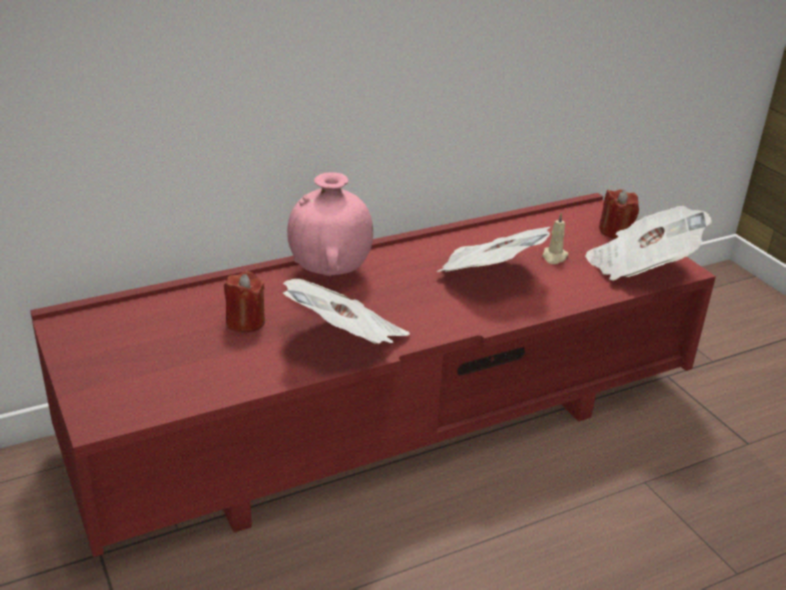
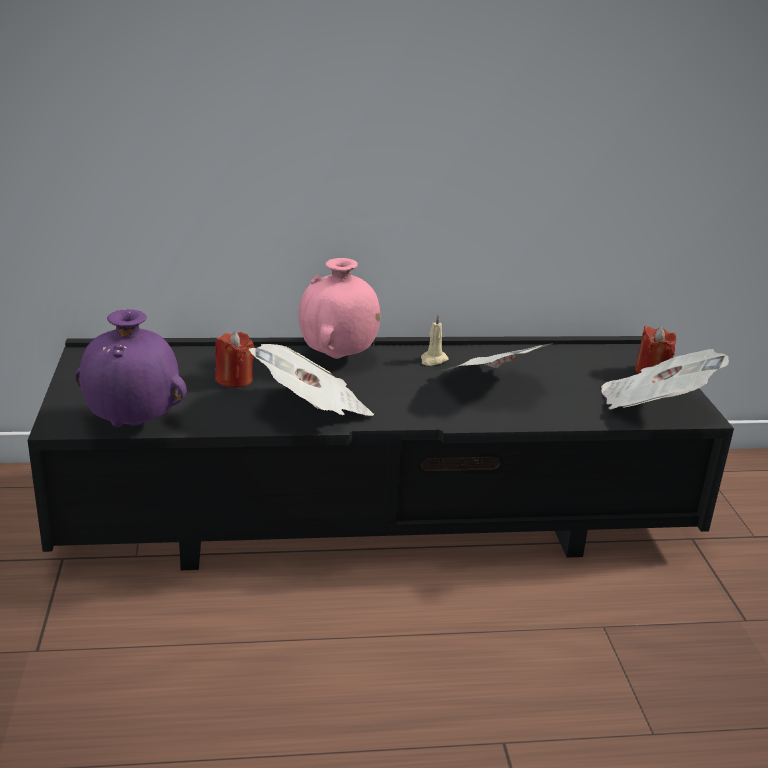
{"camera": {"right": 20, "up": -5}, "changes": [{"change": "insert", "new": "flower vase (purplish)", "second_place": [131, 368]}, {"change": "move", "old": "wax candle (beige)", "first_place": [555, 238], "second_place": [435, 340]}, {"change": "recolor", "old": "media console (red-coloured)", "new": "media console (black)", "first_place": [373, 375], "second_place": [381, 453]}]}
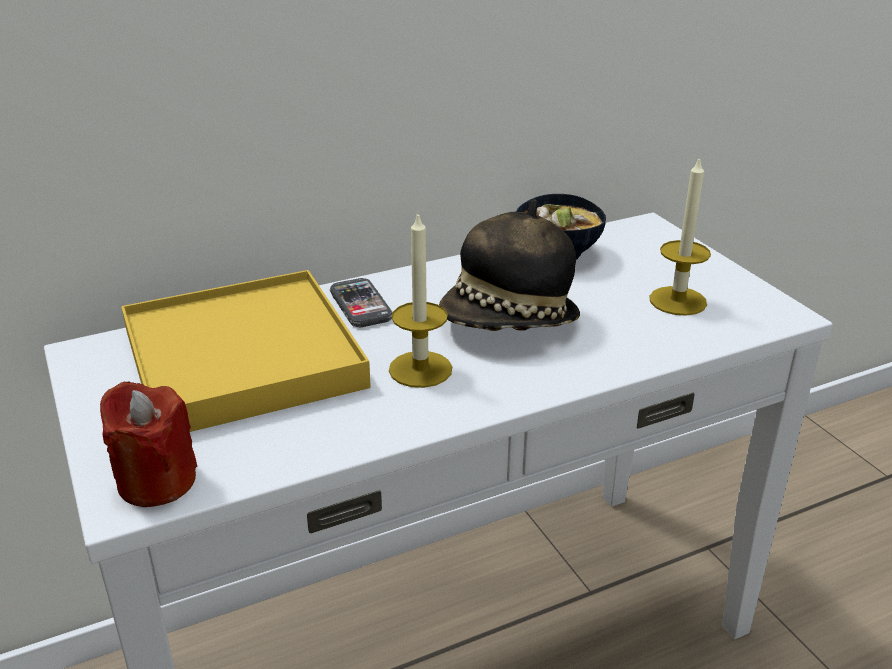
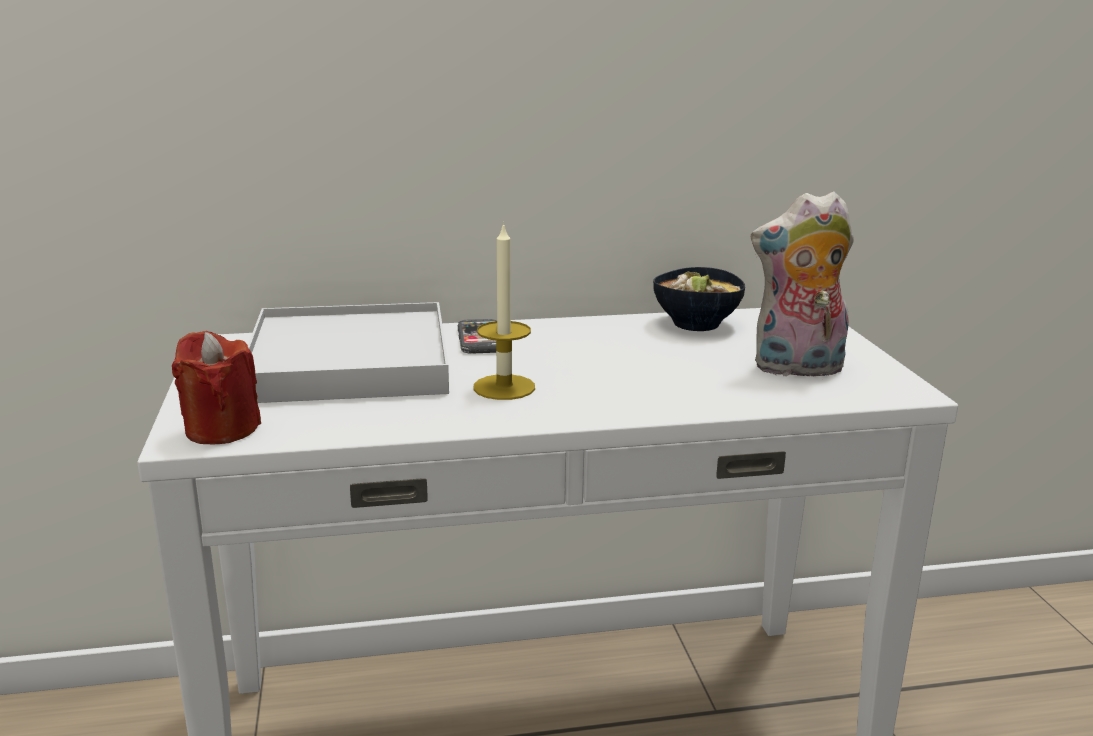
{"camera": {"right": 15, "up": -10}, "changes": [{"change": "delete", "old": "wearable hat", "first_place": [509, 265]}, {"change": "replace", "old": "wax candle", "new": "plush toy", "first_place": [680, 236], "second_place": [802, 285]}, {"change": "recolor", "old": "serving tray (yellow-coloured)", "new": "serving tray (white-coloured)", "first_place": [246, 351], "second_place": [348, 352]}]}
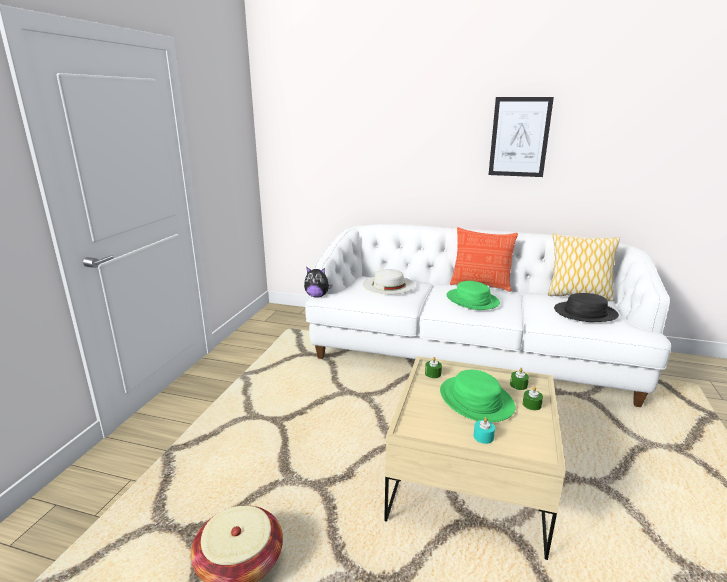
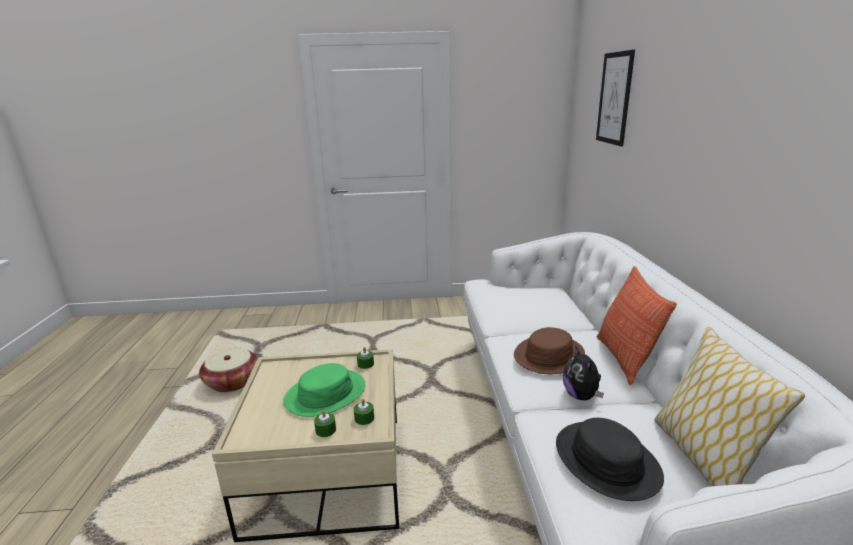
{"camera": {"right": 70, "up": 0}, "changes": [{"change": "delete", "old": "wearable hat (white-coloured)", "first_place": [389, 281]}, {"change": "delete", "old": "wax candle (turquoise-coloured)", "first_place": [484, 430]}, {"change": "move", "old": "plush toy", "first_place": [318, 282], "second_place": [583, 372]}, {"change": "move", "old": "wall picture", "first_place": [521, 137], "second_place": [615, 98]}, {"change": "recolor", "old": "wearable hat (greenish)", "new": "wearable hat (brown-coloured)", "first_place": [473, 295], "second_place": [549, 350]}]}
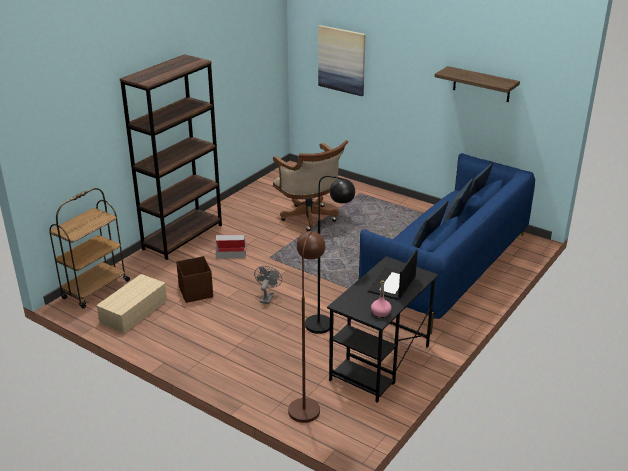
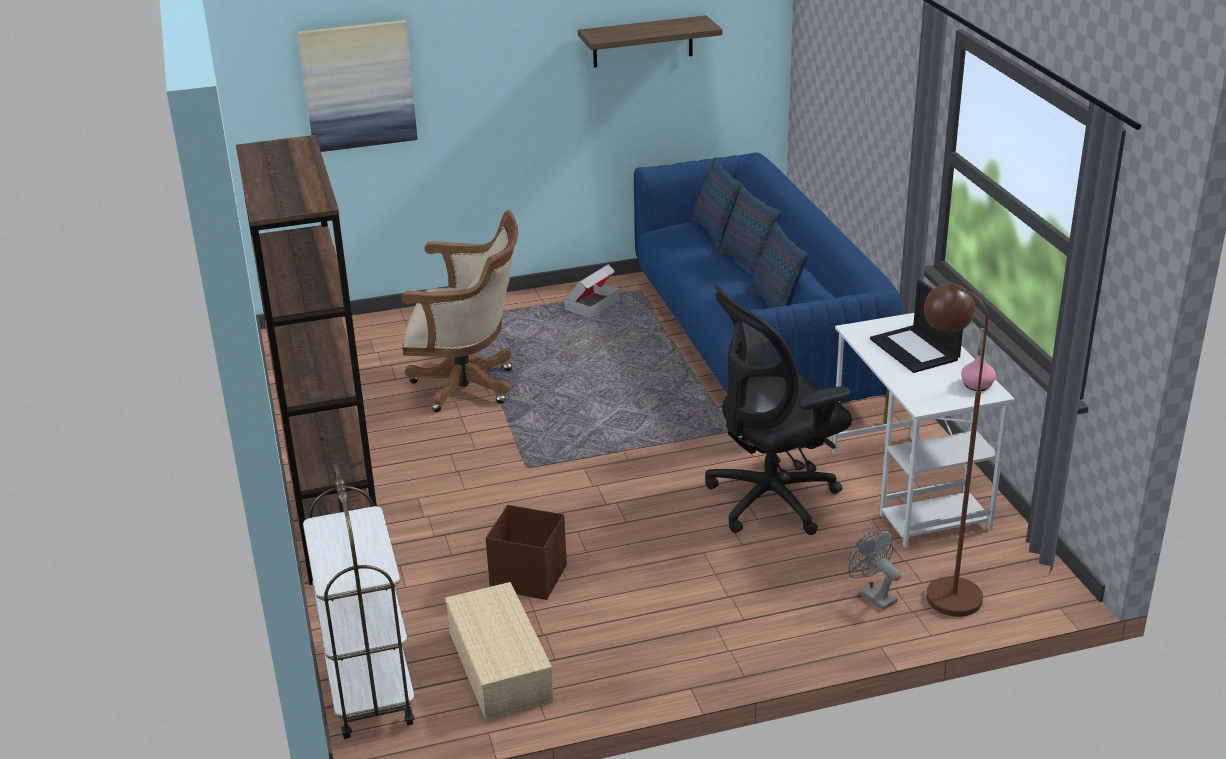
{"camera": {"right": -50, "up": 0}, "changes": [{"change": "move", "old": "carton", "first_place": [231, 246], "second_place": [591, 291]}, {"change": "move", "old": "electric fan (gray)", "first_place": [268, 285], "second_place": [874, 569]}, {"change": "replace", "old": "floor lamp (black)", "new": "office chair (black)", "first_place": [330, 255], "second_place": [778, 410]}, {"change": "recolor", "old": "trolley (brown-coloured)", "new": "trolley (white-coloured)", "first_place": [89, 248], "second_place": [359, 601]}, {"change": "recolor", "old": "desk (black)", "new": "desk (white-coloured)", "first_place": [382, 329], "second_place": [923, 430]}]}
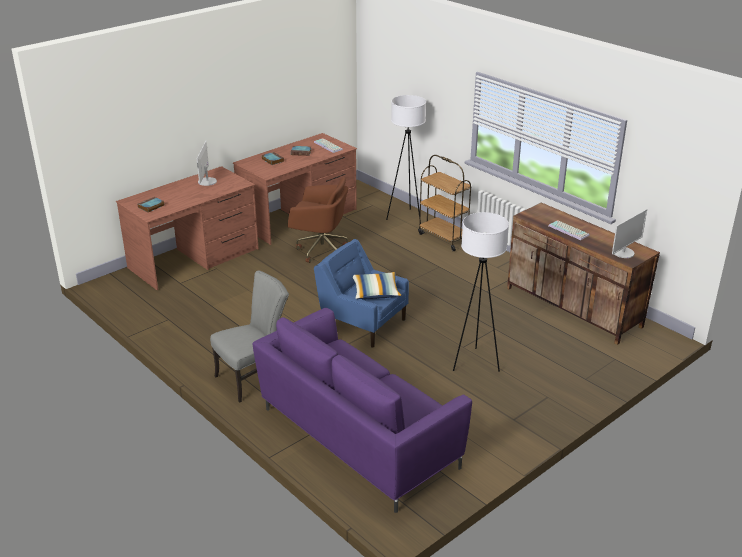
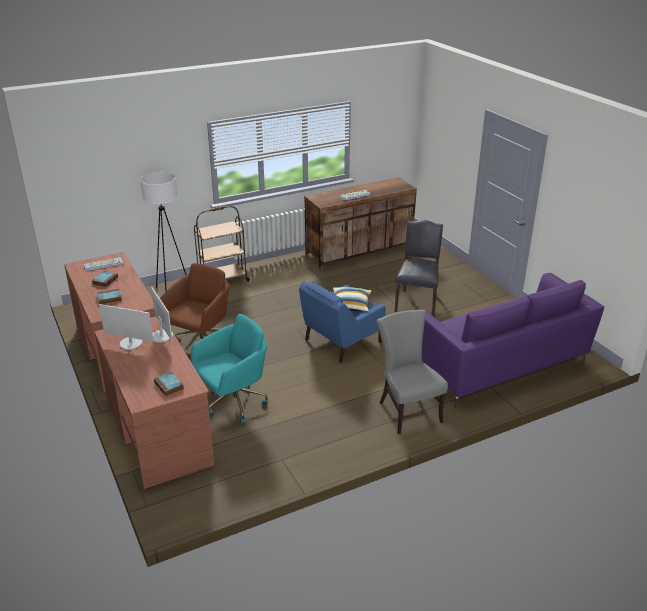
{"camera": {"right": -75, "up": 0}, "changes": [{"change": "insert", "new": "office chair (turquoise-coloured)", "second_place": [229, 368]}, {"change": "move", "old": "computer screen", "first_place": [629, 233], "second_place": [162, 315]}, {"change": "replace", "old": "floor lamp (white-coloured)", "new": "upright chair (gray)", "first_place": [481, 292], "second_place": [419, 268]}]}
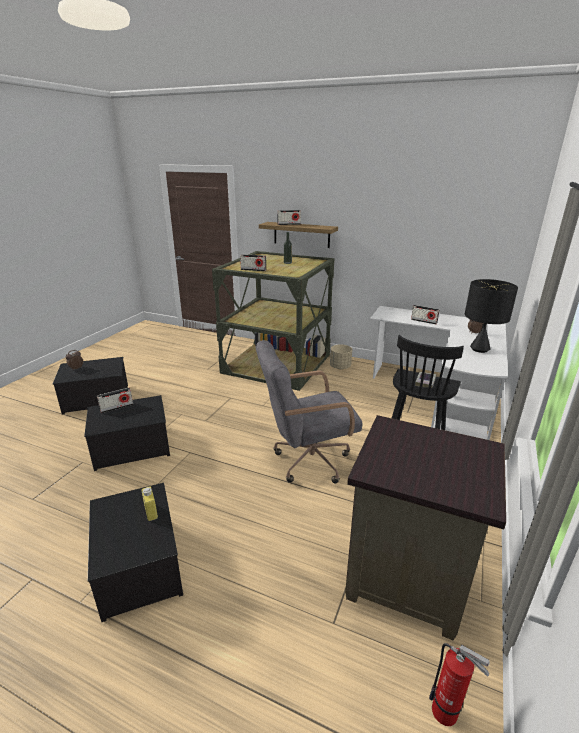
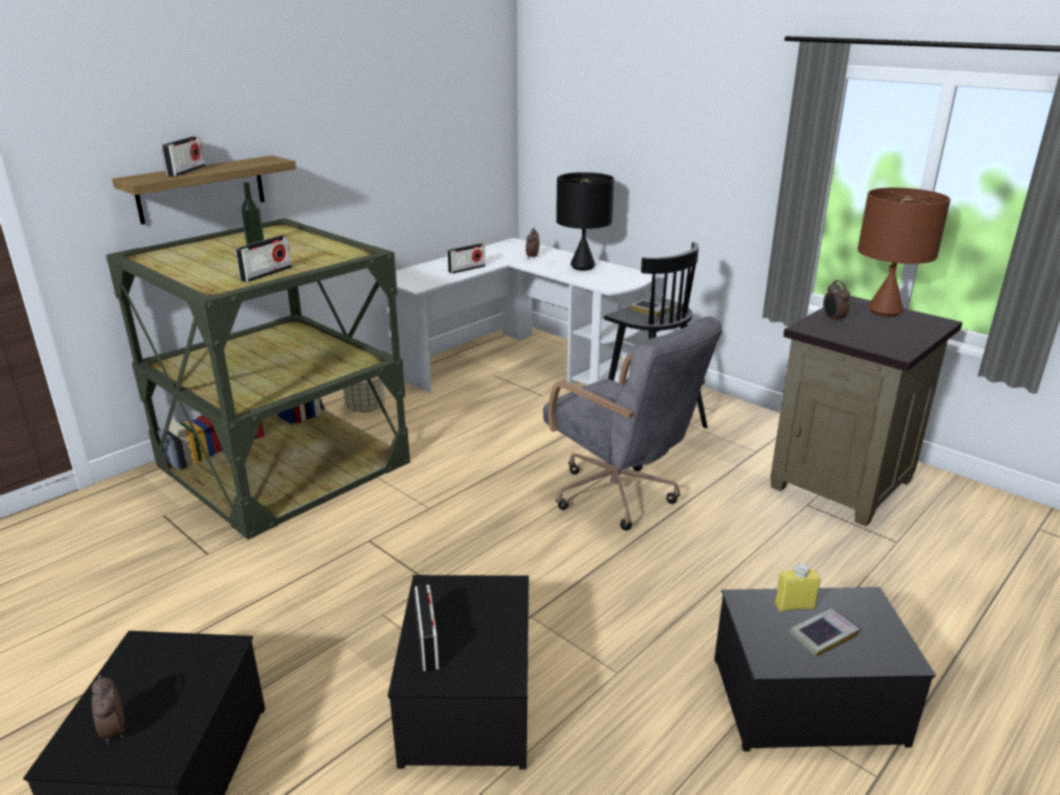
{"camera": {"right": -70, "up": 0}, "changes": [{"change": "delete", "old": "fire-fighting cylinder", "first_place": [459, 684]}, {"change": "insert", "new": "volume", "second_place": [824, 633]}, {"change": "insert", "new": "alarm clock", "second_place": [836, 301]}, {"change": "insert", "new": "lamp for a table (brown-coloured)", "second_place": [904, 252]}, {"change": "rotate", "old": "office chair (gray)", "first_place": [309, 412], "second_place": [632, 423], "degrees": -45}]}
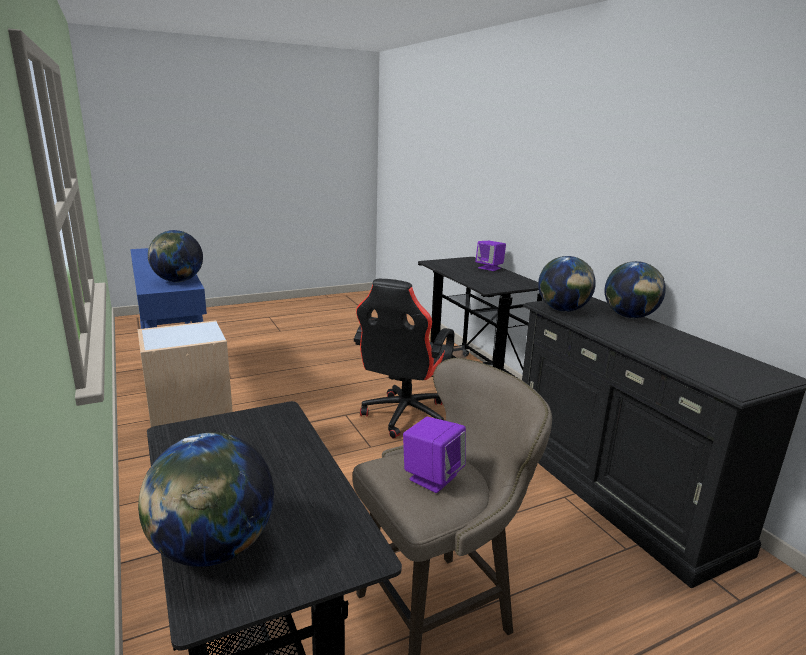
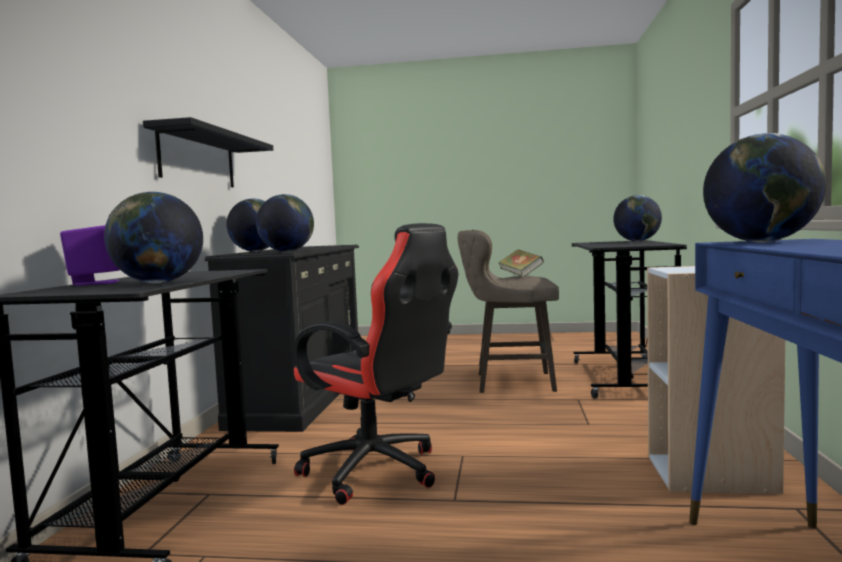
{"camera": {"right": -145, "up": -15}, "changes": [{"change": "insert", "new": "desk globe", "second_place": [153, 238]}, {"change": "insert", "new": "bracket shelf (black)", "second_place": [208, 152]}, {"change": "replace", "old": "speaker (purplish)", "new": "volume", "first_place": [434, 455], "second_place": [521, 263]}, {"change": "rotate", "old": "office chair (black)", "first_place": [404, 358], "second_place": [376, 364], "degrees": 75}]}
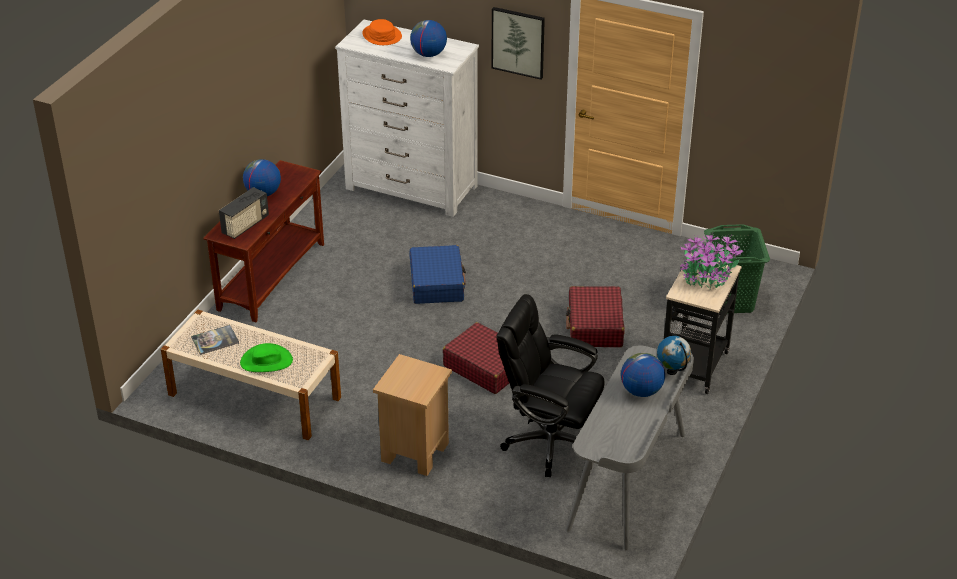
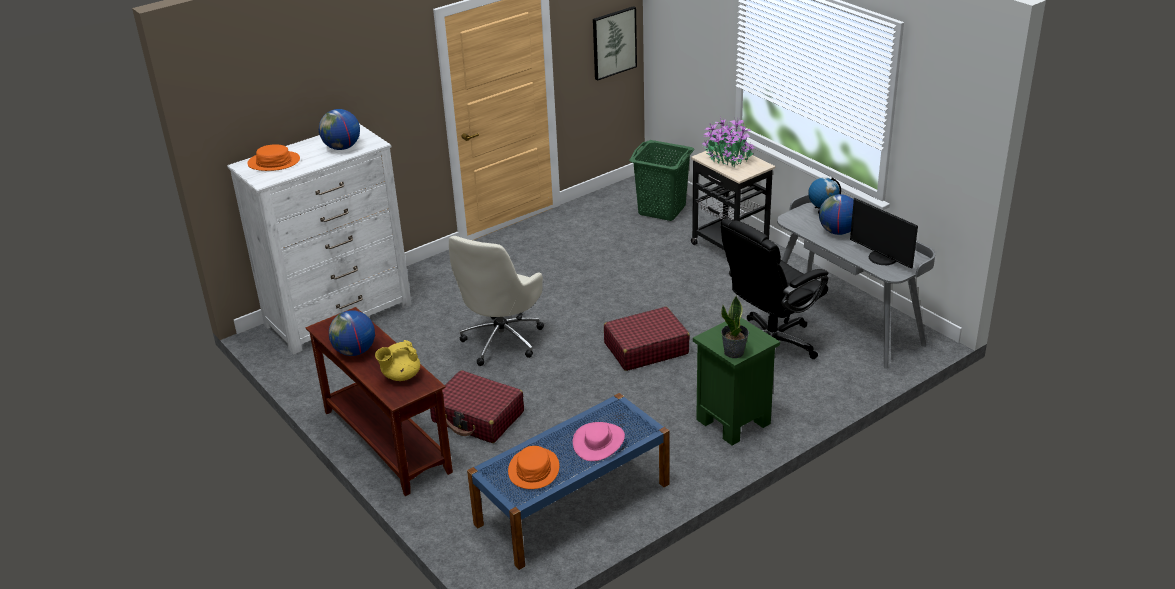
{"camera": {"right": -60, "up": -5}, "changes": [{"change": "insert", "new": "plant in a pot", "second_place": [735, 326]}, {"change": "insert", "new": "computer screen", "second_place": [884, 233]}, {"change": "move", "old": "wall picture", "first_place": [518, 43], "second_place": [615, 43]}, {"change": "move", "old": "travel case (red-coloured)", "first_place": [595, 316], "second_place": [477, 406]}, {"change": "replace", "old": "volume", "new": "wearable hat (orangey)", "first_place": [215, 340], "second_place": [533, 467]}, {"change": "replace", "old": "radio set", "new": "tea pot (yellow-coloured)", "first_place": [244, 213], "second_place": [397, 360]}, {"change": "replace", "old": "travel case (bluish)", "new": "office chair (beige)", "first_place": [437, 274], "second_place": [496, 301]}, {"change": "recolor", "old": "bench (beige)", "new": "bench (bluish)", "first_place": [251, 375], "second_place": [568, 481]}, {"change": "recolor", "old": "wearable hat (greenish)", "new": "wearable hat (pinkish)", "first_place": [266, 357], "second_place": [599, 441]}, {"change": "recolor", "old": "night table (beige)", "new": "night table (greenish)", "first_place": [412, 415], "second_place": [736, 382]}]}
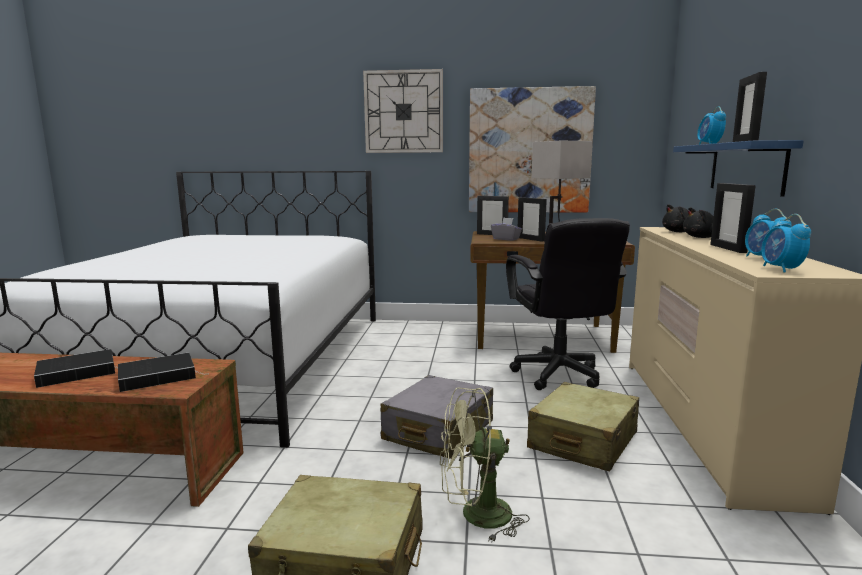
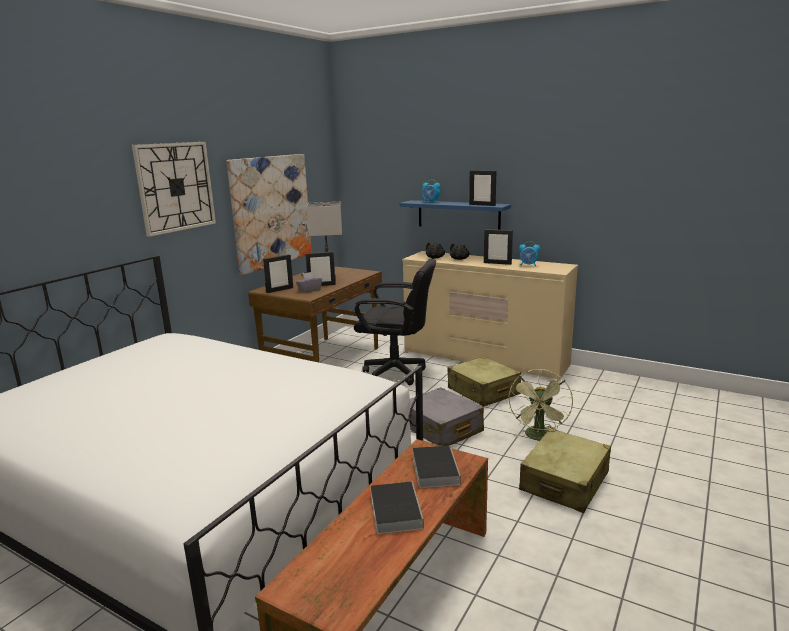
{"camera": {"right": -65, "up": 5}, "changes": [{"change": "delete", "old": "alarm clock", "first_place": [786, 243]}]}
